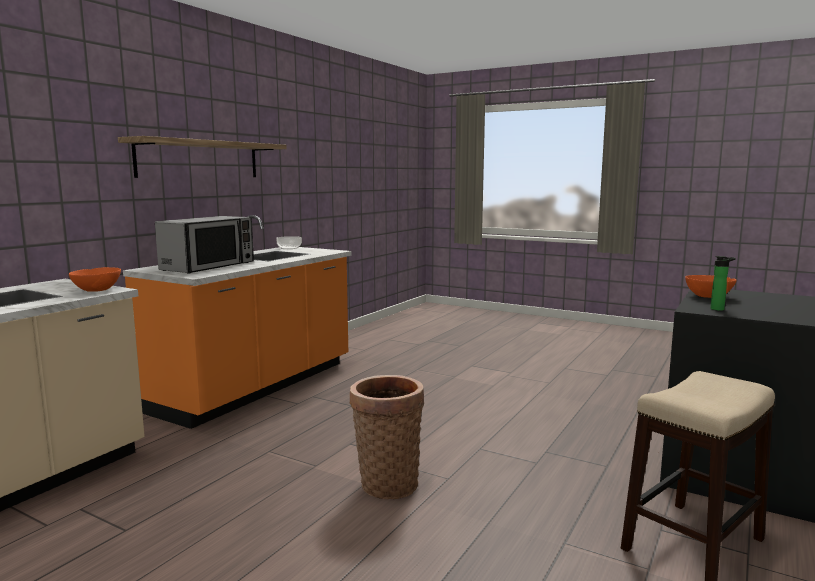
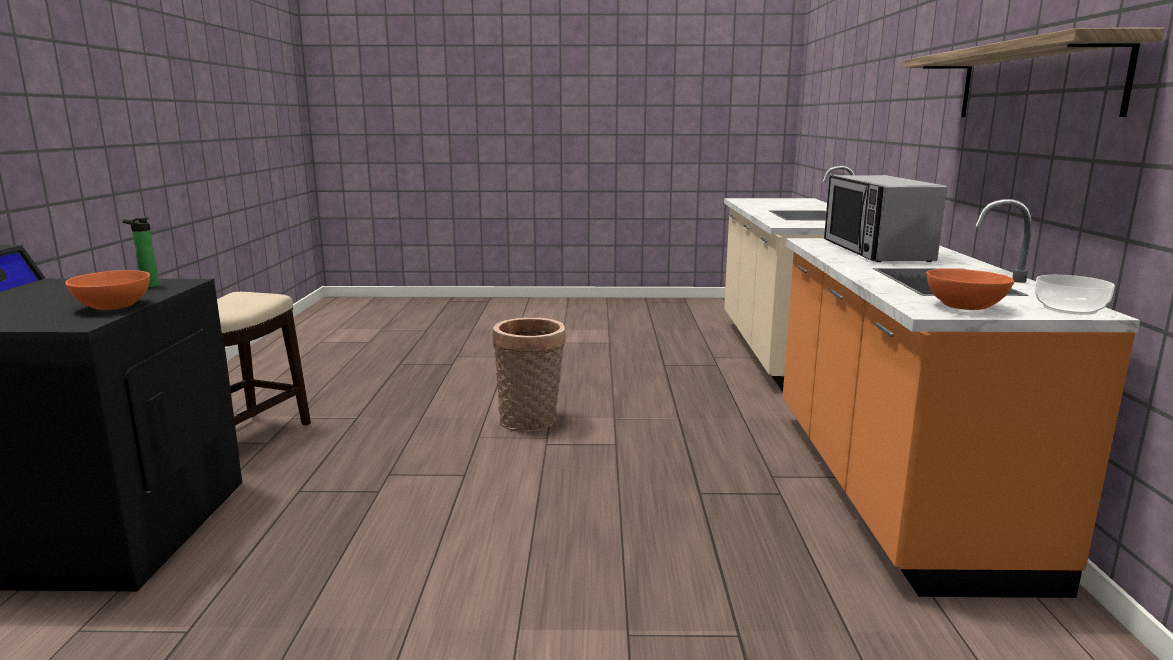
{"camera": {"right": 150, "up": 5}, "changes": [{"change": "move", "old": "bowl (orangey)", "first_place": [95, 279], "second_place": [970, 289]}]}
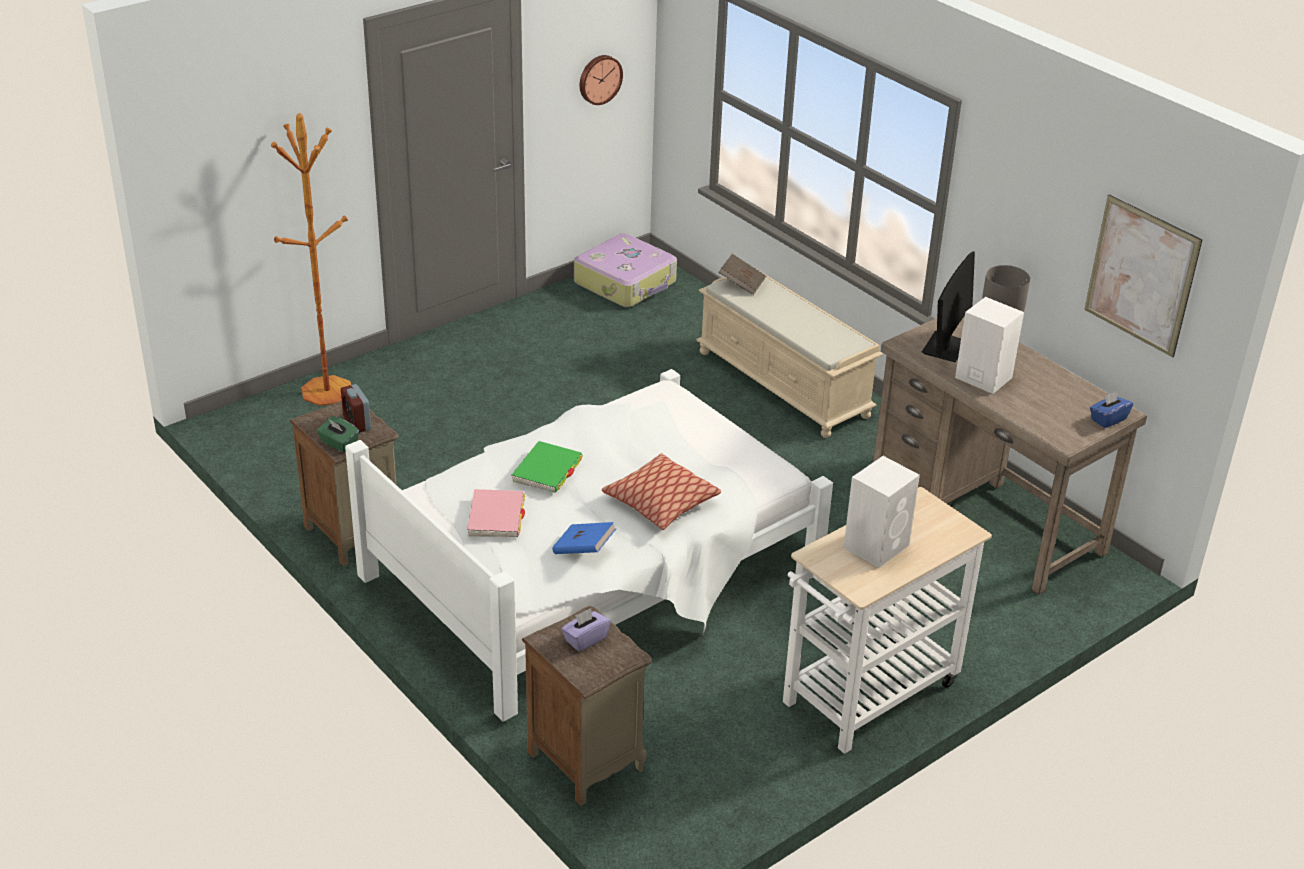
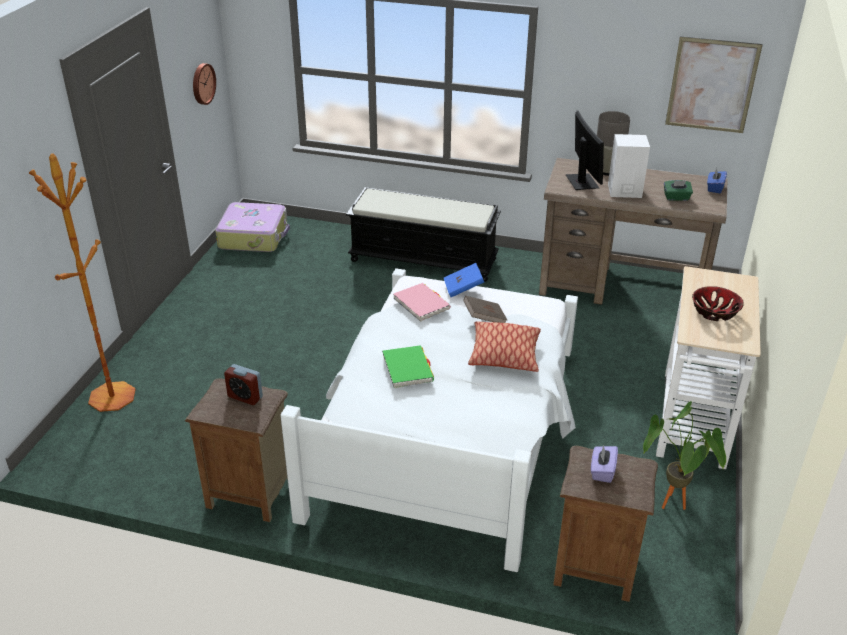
{"camera": {"right": -35, "up": 0}, "changes": [{"change": "insert", "new": "plant in a pot", "second_place": [684, 455]}, {"change": "move", "old": "box of tissues (greenish)", "first_place": [338, 434], "second_place": [678, 190]}, {"change": "move", "old": "volume (pinkish)", "first_place": [496, 513], "second_place": [422, 302]}, {"change": "move", "old": "volume (bluish)", "first_place": [584, 538], "second_place": [464, 280]}, {"change": "move", "old": "volume (brown-coloured)", "first_place": [742, 274], "second_place": [485, 309]}, {"change": "replace", "old": "speaker (white-coloured)", "new": "bowl", "first_place": [882, 512], "second_place": [718, 303]}, {"change": "recolor", "old": "bench (beige)", "new": "bench (black)", "first_place": [789, 354], "second_place": [423, 234]}]}
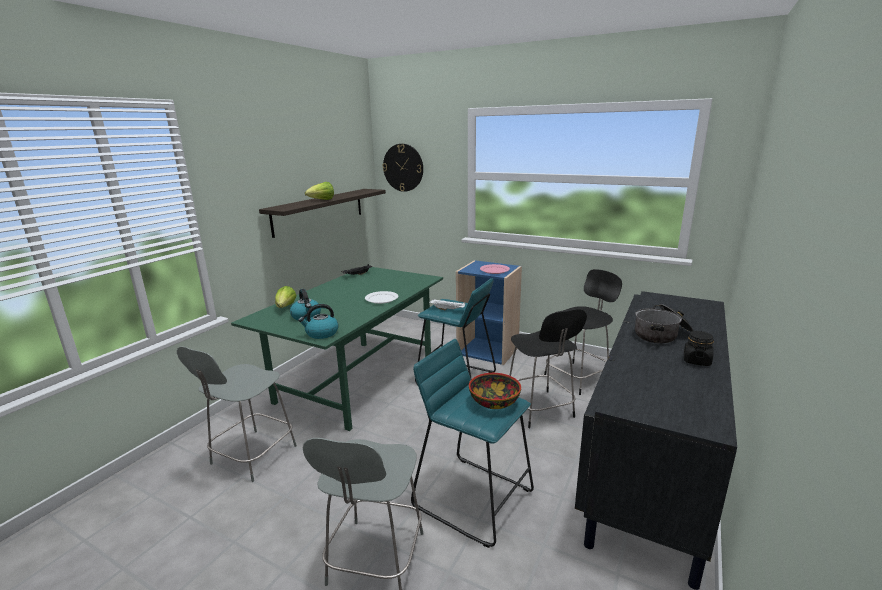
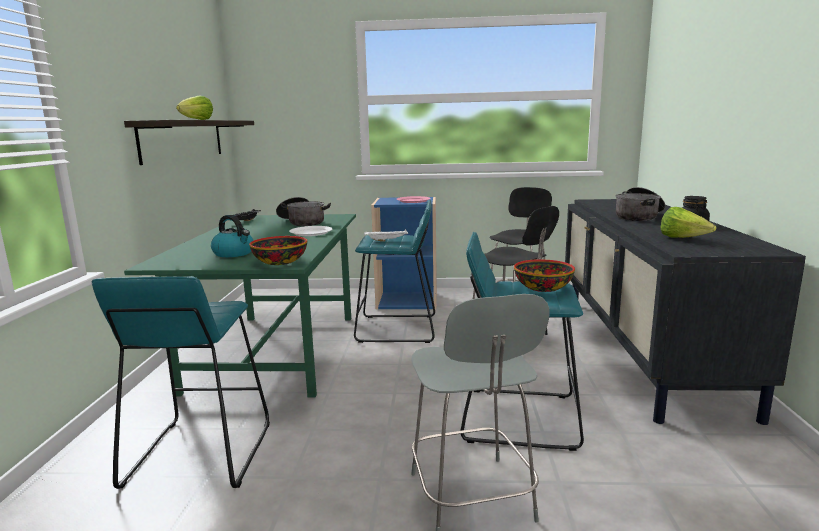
{"camera": {"right": -25, "up": -5}, "changes": [{"change": "delete", "old": "hanging clock", "first_place": [402, 168]}, {"change": "insert", "new": "saucepot", "second_place": [303, 211]}, {"change": "move", "old": "lettuce head", "first_place": [286, 297], "second_place": [688, 222]}, {"change": "replace", "old": "upright chair (gray)", "new": "sitting stool (turquoise-coloured)", "first_place": [237, 414], "second_place": [181, 382]}, {"change": "replace", "old": "tea kettle", "new": "bowl", "first_place": [318, 321], "second_place": [278, 250]}]}
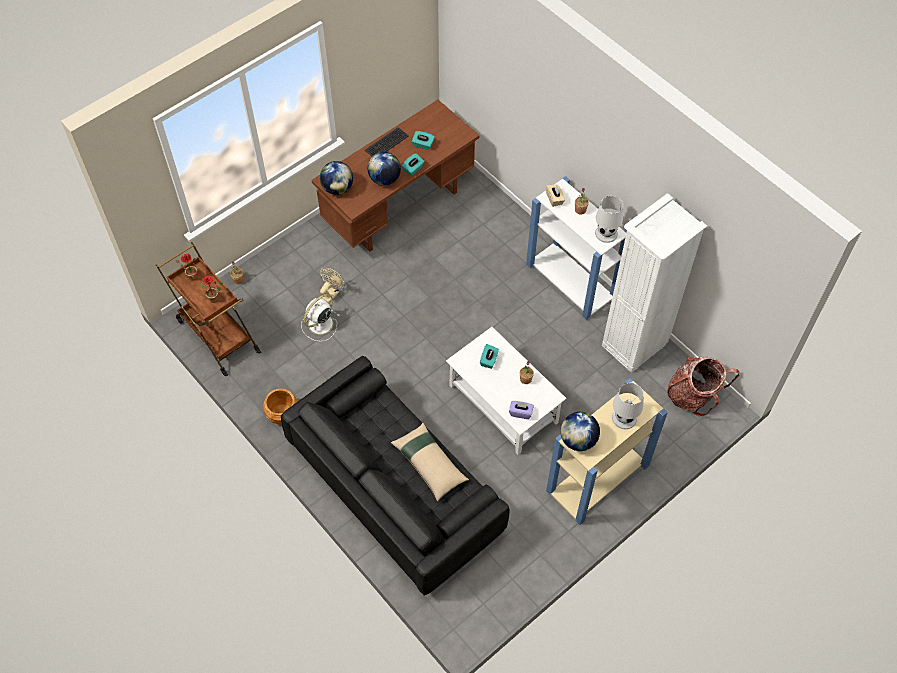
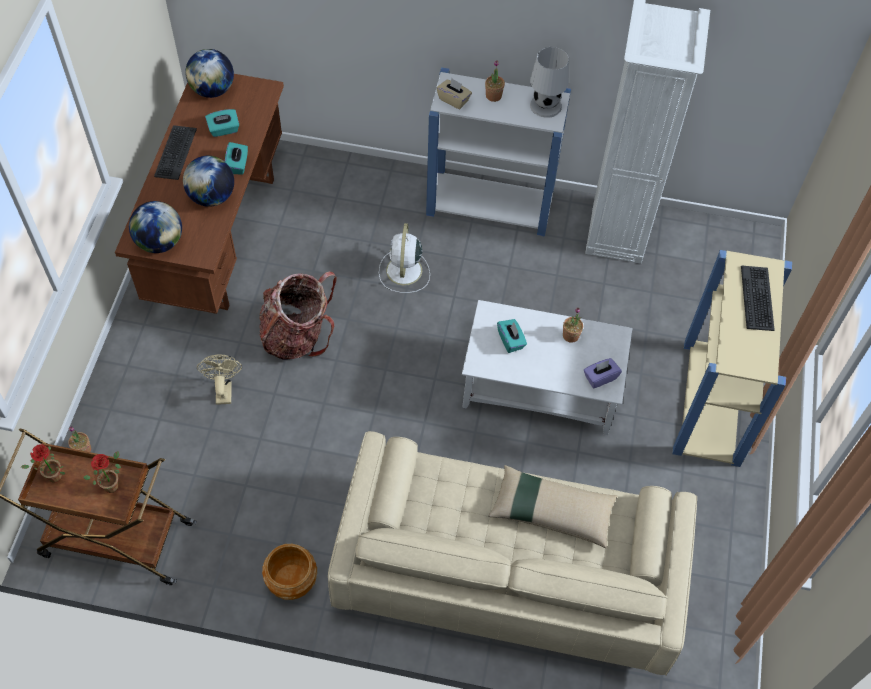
{"camera": {"right": -40, "up": 0}, "changes": [{"change": "move", "old": "electric fan (white-coloured)", "first_place": [320, 318], "second_place": [404, 258]}, {"change": "move", "old": "desk globe", "first_place": [580, 431], "second_place": [209, 73]}, {"change": "move", "old": "rucksack", "first_place": [703, 386], "second_place": [298, 315]}, {"change": "replace", "old": "lamp for a table (white-coloured)", "new": "keyboard", "first_place": [628, 406], "second_place": [758, 298]}, {"change": "recolor", "old": "settee (black)", "new": "settee (beige)", "first_place": [395, 476], "second_place": [512, 553]}]}
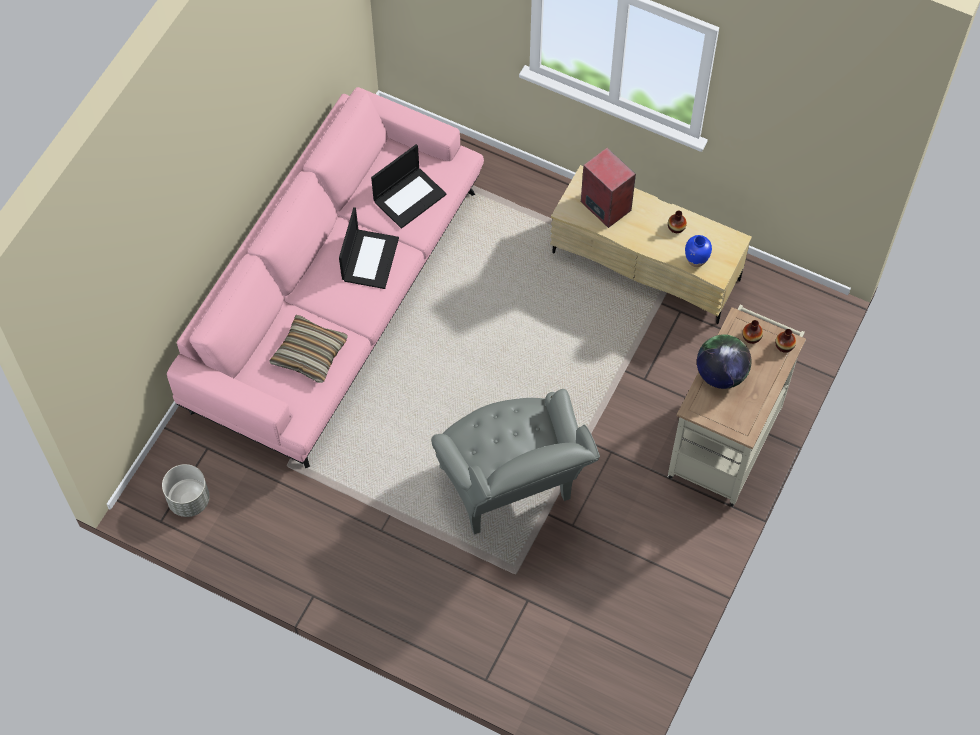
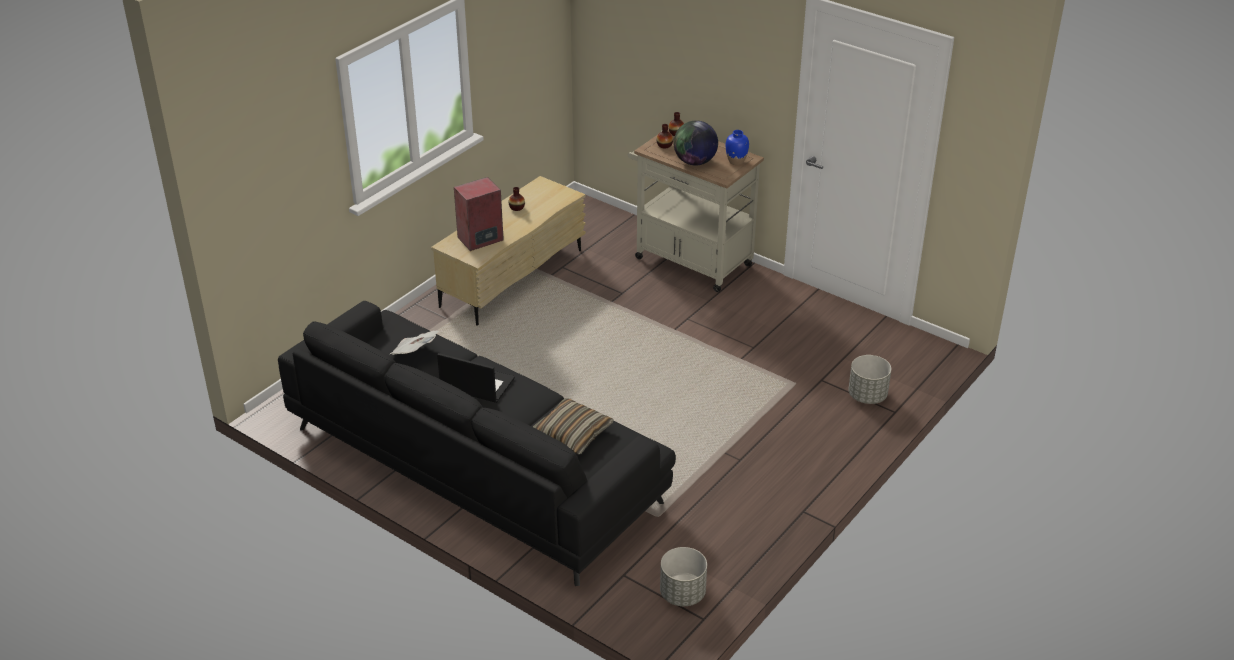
{"camera": {"right": -80, "up": -25}, "changes": [{"change": "delete", "old": "armchair (gray)", "first_place": [515, 462]}, {"change": "insert", "new": "plant pot (gray)", "second_place": [869, 379]}, {"change": "move", "old": "flower vase (bluish)", "first_place": [698, 251], "second_place": [737, 147]}, {"change": "replace", "old": "notebook computer", "new": "newspaper", "first_place": [409, 186], "second_place": [414, 343]}, {"change": "recolor", "old": "settee (pinkish)", "new": "settee (black)", "first_place": [325, 277], "second_place": [477, 443]}]}
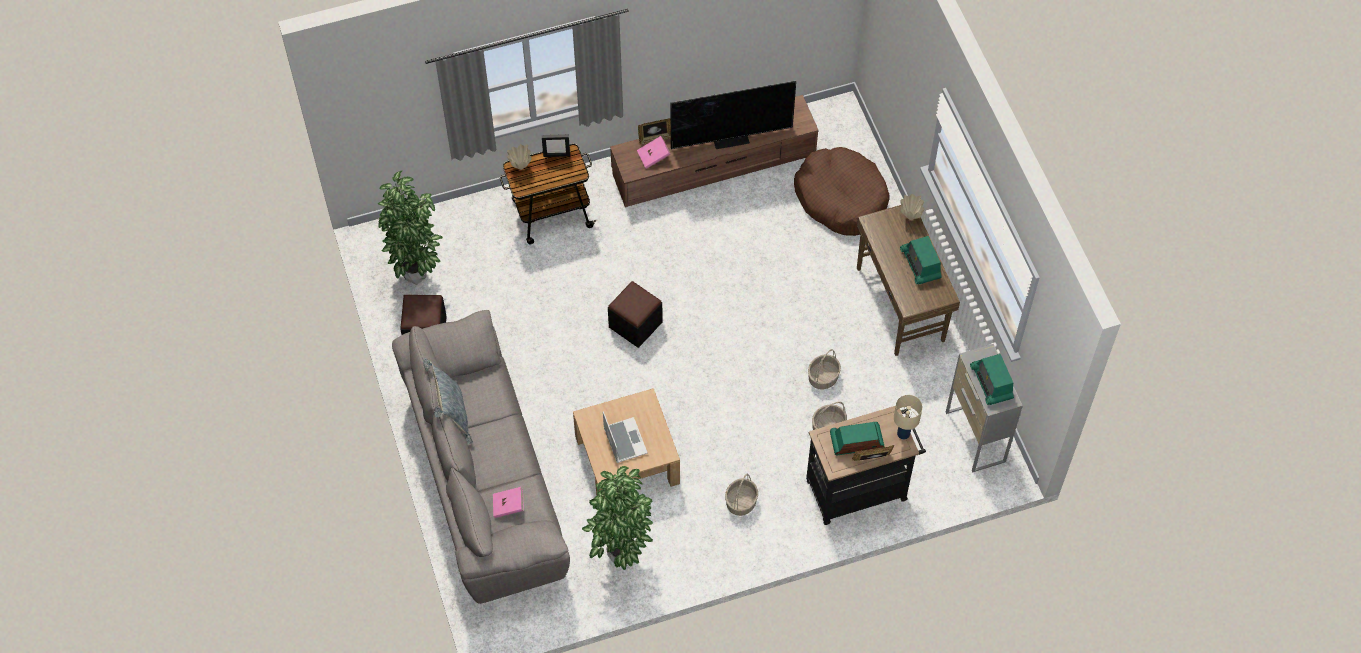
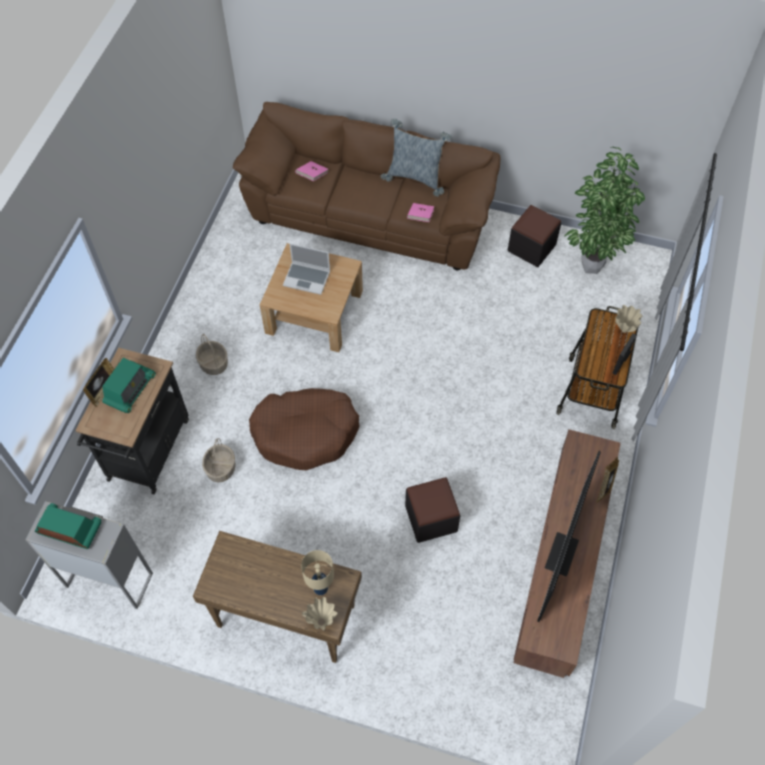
{"camera": {"right": 125, "up": 0}, "changes": [{"change": "delete", "old": "plant in a pot", "first_place": [617, 518]}, {"change": "delete", "old": "household basket", "first_place": [824, 369]}, {"change": "delete", "old": "radio set", "first_place": [921, 260]}, {"change": "move", "old": "ottoman (black)", "first_place": [635, 314], "second_place": [432, 510]}, {"change": "move", "old": "volume (pinkish)", "first_place": [653, 152], "second_place": [420, 212]}, {"change": "move", "old": "pet bed (brown-coloured)", "first_place": [841, 191], "second_place": [304, 429]}, {"change": "move", "old": "lamp for a table (beige)", "first_place": [908, 417], "second_place": [317, 572]}, {"change": "recolor", "old": "settee (gray)", "new": "settee (brown-coloured)", "first_place": [481, 457], "second_place": [366, 186]}]}
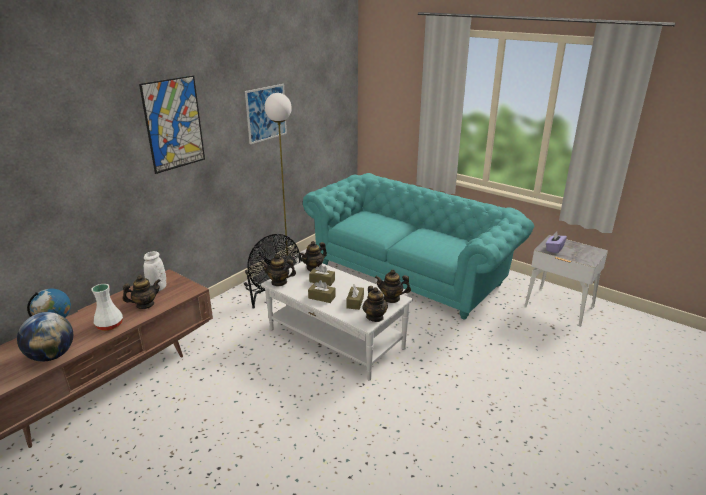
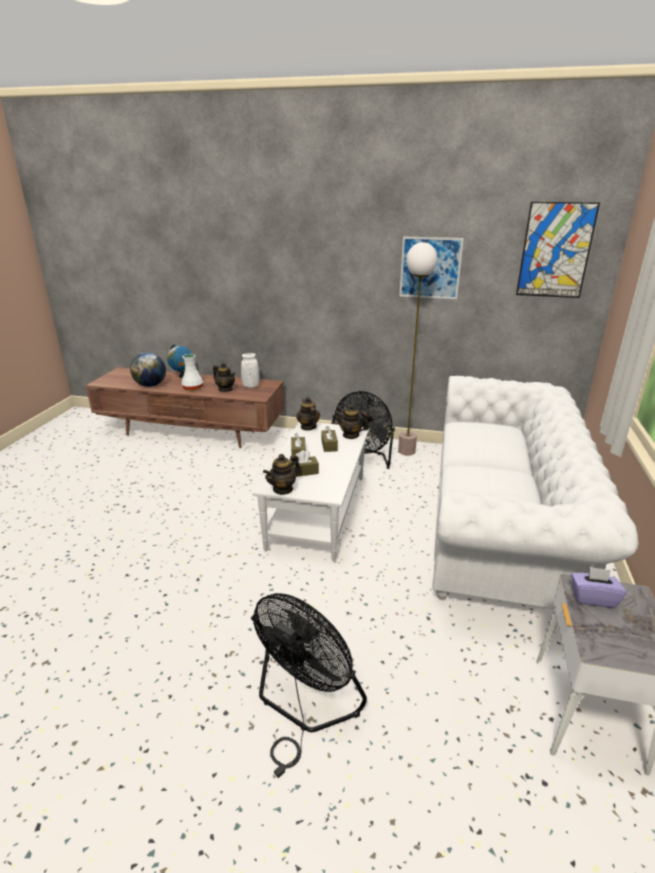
{"camera": {"right": 65, "up": 0}, "changes": [{"change": "delete", "old": "tea pot", "first_place": [393, 286]}, {"change": "insert", "new": "electric fan (black)", "second_place": [309, 685]}, {"change": "move", "old": "wall picture", "first_place": [172, 124], "second_place": [558, 250]}, {"change": "recolor", "old": "settee (turquoise-coloured)", "new": "settee (white-coloured)", "first_place": [418, 246], "second_place": [535, 492]}]}
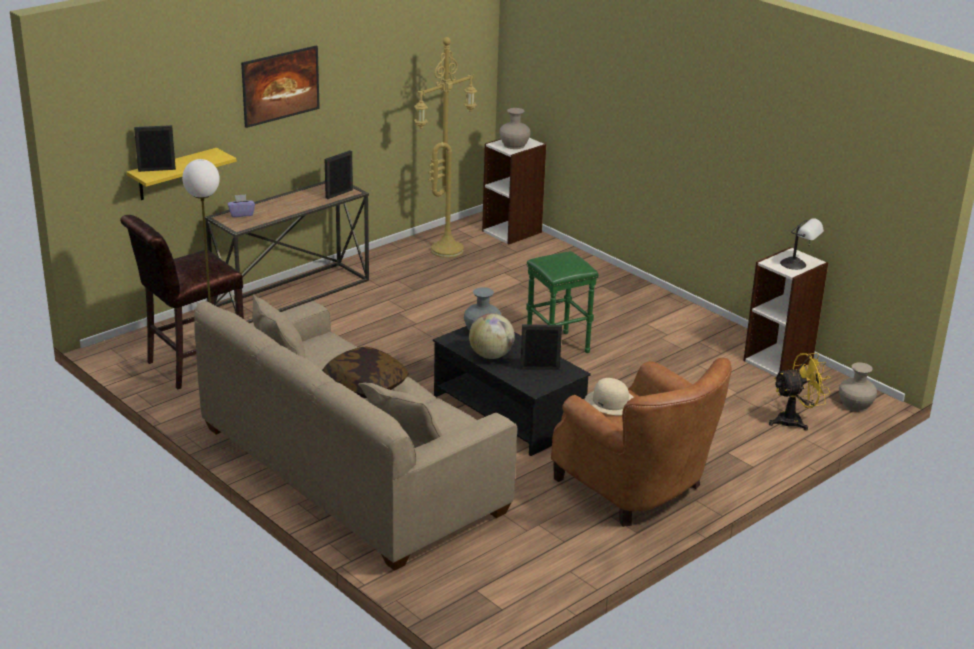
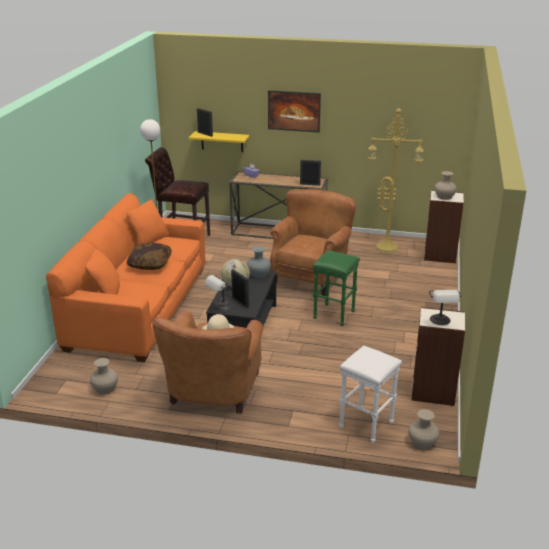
{"camera": {"right": 55, "up": 0}, "changes": [{"change": "insert", "new": "flower vase (beige)", "second_place": [104, 376]}, {"change": "insert", "new": "lamp for a table", "second_place": [219, 292]}, {"change": "insert", "new": "armchair (brown-coloured)", "second_place": [313, 242]}, {"change": "replace", "old": "electric fan (yellow-coloured)", "new": "sitting stool (white-coloured)", "first_place": [800, 392], "second_place": [370, 394]}, {"change": "recolor", "old": "settee (beige)", "new": "settee (orangey)", "first_place": [355, 433], "second_place": [125, 277]}]}
